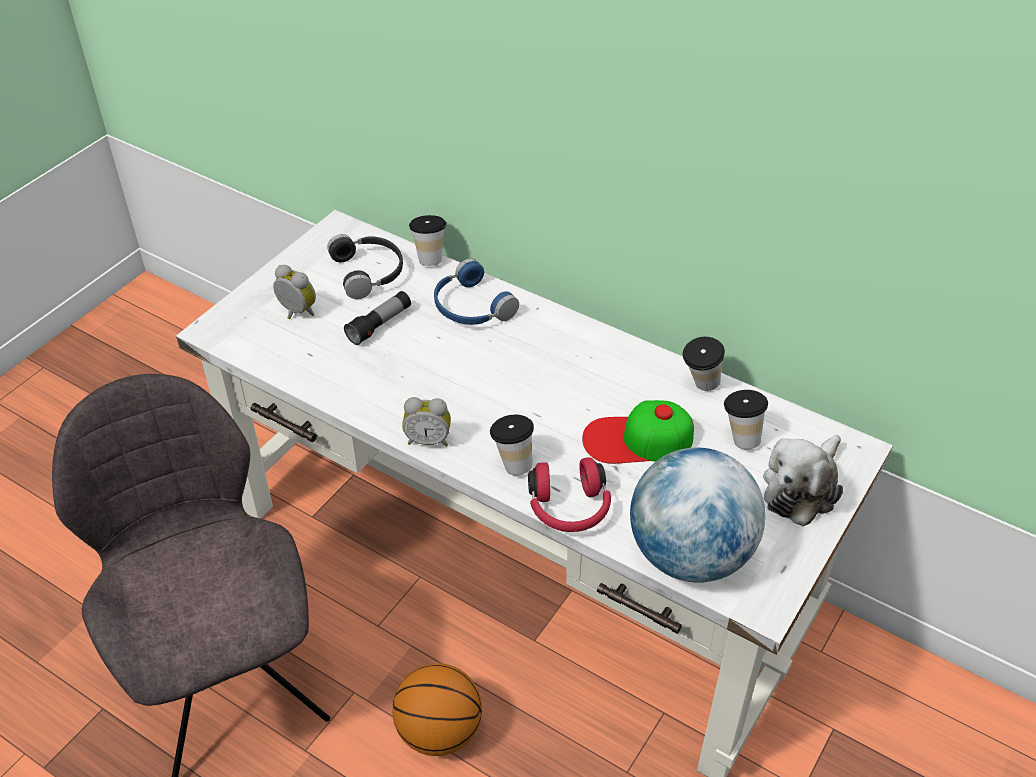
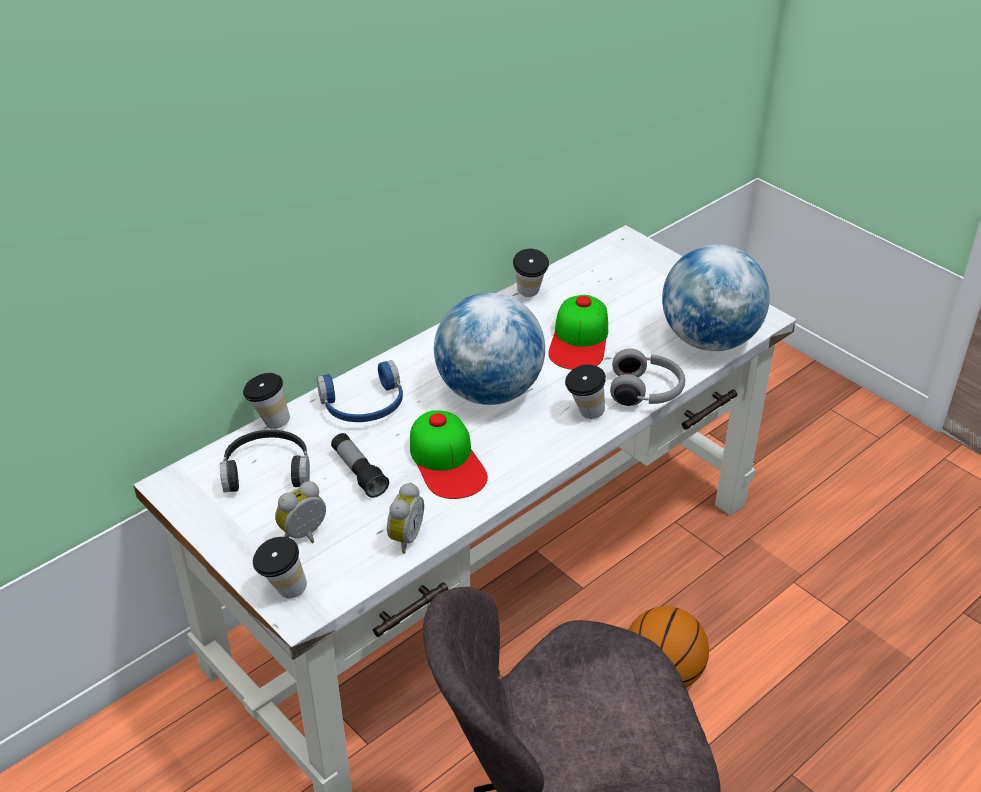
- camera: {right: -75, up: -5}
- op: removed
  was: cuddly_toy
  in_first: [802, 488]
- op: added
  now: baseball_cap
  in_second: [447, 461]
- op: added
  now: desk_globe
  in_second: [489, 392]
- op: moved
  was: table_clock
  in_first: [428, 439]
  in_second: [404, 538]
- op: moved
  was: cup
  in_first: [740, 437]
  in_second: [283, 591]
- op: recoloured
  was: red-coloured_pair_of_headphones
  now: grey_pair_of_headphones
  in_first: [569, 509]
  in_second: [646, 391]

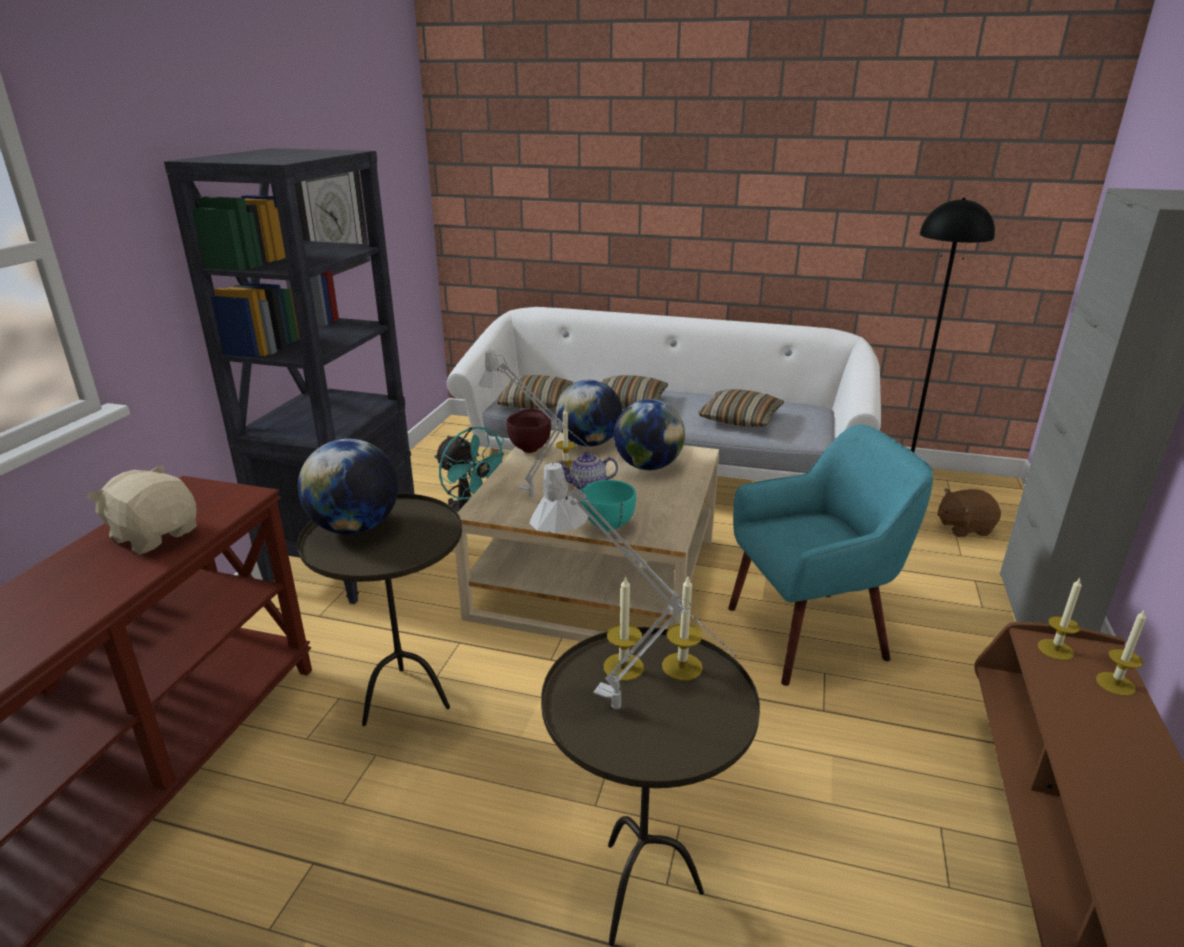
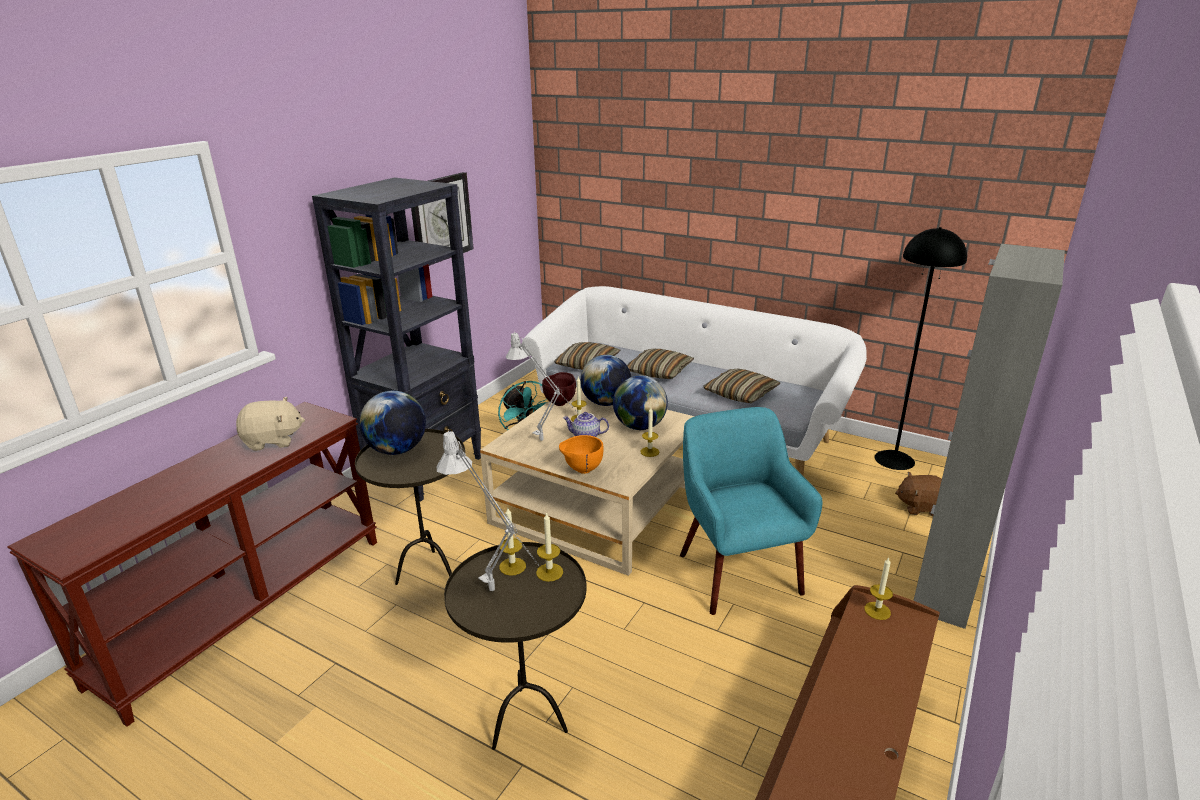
- camera: {right: 15, up: 0}
- op: moved
  was: wax_candle
  in_first: [1115, 684]
  in_second: [649, 452]
- op: recoloured
  was: turquoise_serving_bowl
  now: orange_serving_bowl
  in_first: [605, 527]
  in_second: [581, 470]
- op: turned
  was: sand-coloured_cuddly_toy
  in_first: [155, 535]
  in_second: [273, 441]
  clockwise: 120
- op: turned
  was: turquoise_easy_chair
  in_first: [809, 633]
  in_second: [737, 573]
  clockwise: -105

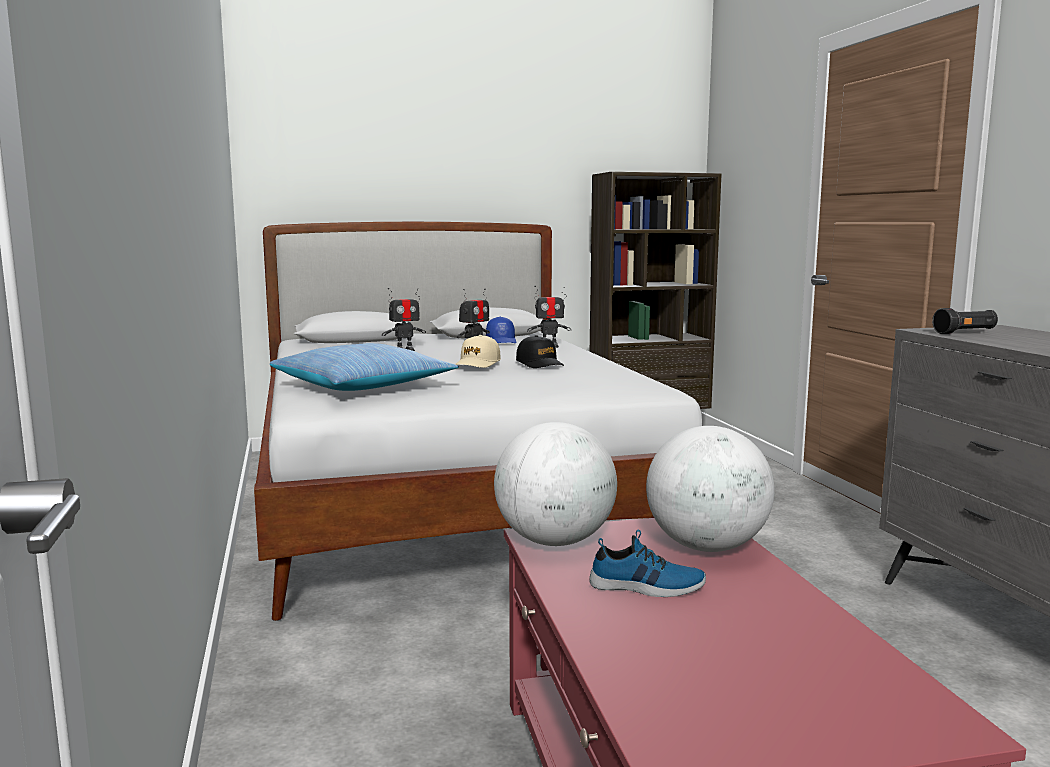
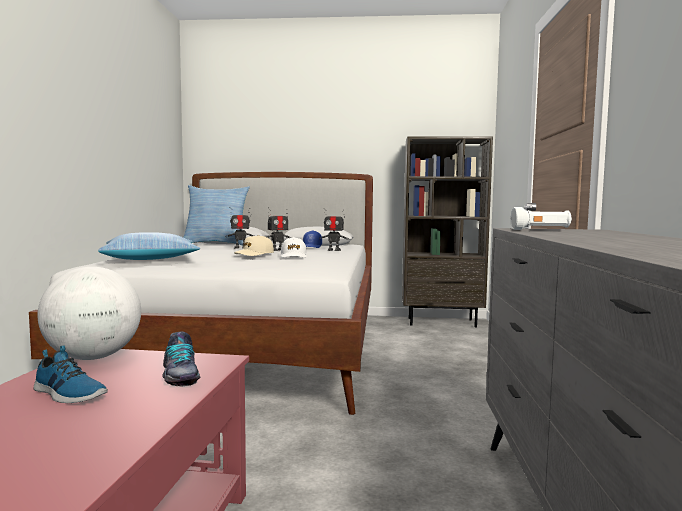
- camera: {right: 20, up: -5}
- op: added
  now: cushion
  in_second: [216, 244]
- op: replaced
  was: desk_globe
  now: low_shoe
  in_first: [706, 547]
  in_second: [179, 375]
- op: recoloured
  was: black_baseball_cap
  now: white-coloured_baseball_cap
  in_first: [539, 364]
  in_second: [293, 256]
- op: recoloured
  was: black_flashlight
  now: white-coloured_flashlight
  in_first: [965, 332]
  in_second: [540, 230]

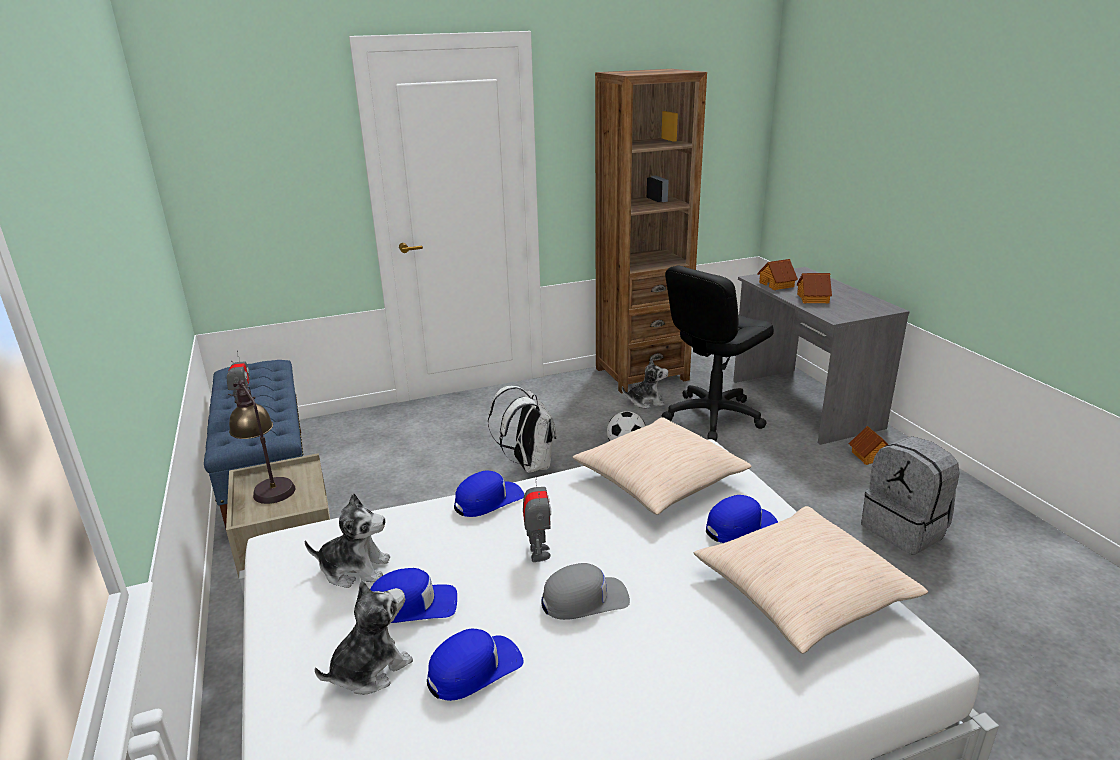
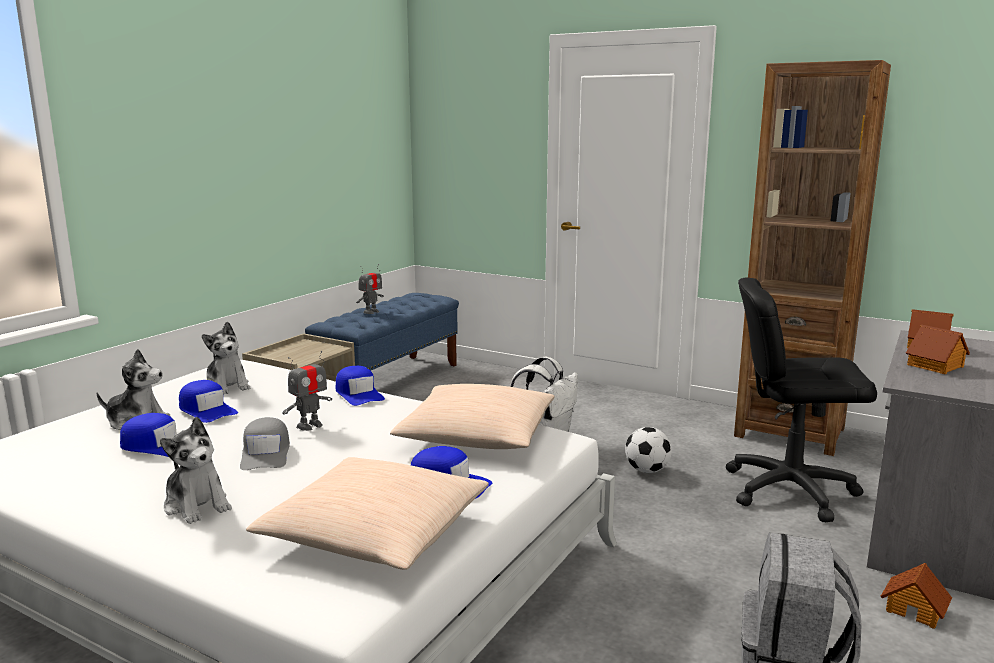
- camera: {right: 50, up: -10}
- op: removed
  was: lamp_for_a_table
  in_first: [268, 485]
- op: moved
  was: cuddly_toy
  in_first: [645, 402]
  in_second: [197, 505]
- op: turned
  was: bluish_baseball_cap
  in_first: [488, 500]
  in_second: [358, 394]
  clockwise: 45
- op: turned
  was: grey_baseball_cap
  in_first: [585, 599]
  in_second: [266, 454]
  clockwise: 45

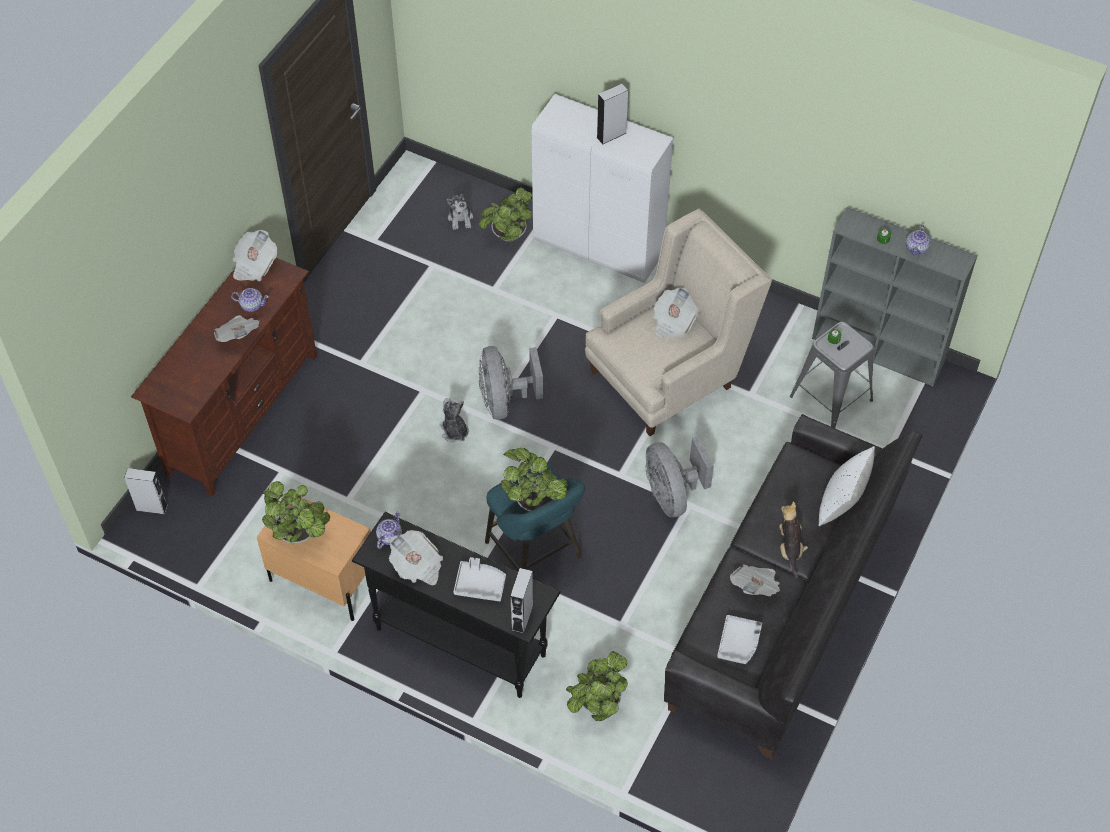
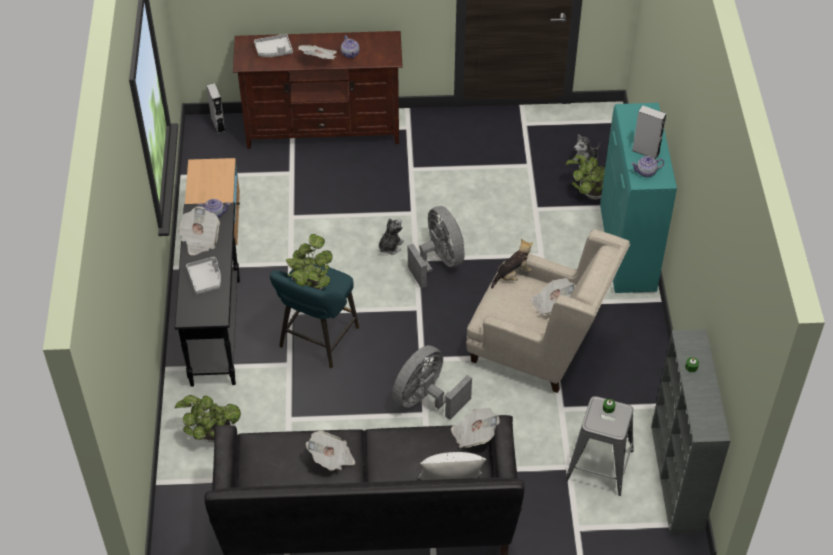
- camera: {right: 60, up: -5}
- op: removed
  was: potted_plant
  in_first: [300, 535]
- op: removed
  was: grey_speaker
  in_first: [522, 617]
- op: moved
  was: printed_paper
  in_first: [254, 265]
  in_second: [474, 434]
- op: moved
  was: grey_tray
  in_first: [739, 643]
  in_second: [274, 50]
- op: moved
  was: cuddly_toy
  in_first: [790, 548]
  in_second: [512, 275]
- op: moved
  was: tea_pot
  in_first: [916, 248]
  in_second: [646, 172]
- op: recoloured
  was: white-coloured_cupboard
  now: turquoise_cupboard
  in_first: [599, 248]
  in_second: [627, 251]
- op: turned
  was: grey_fan
  in_first: [504, 400]
  in_second: [439, 261]
  clockwise: 105

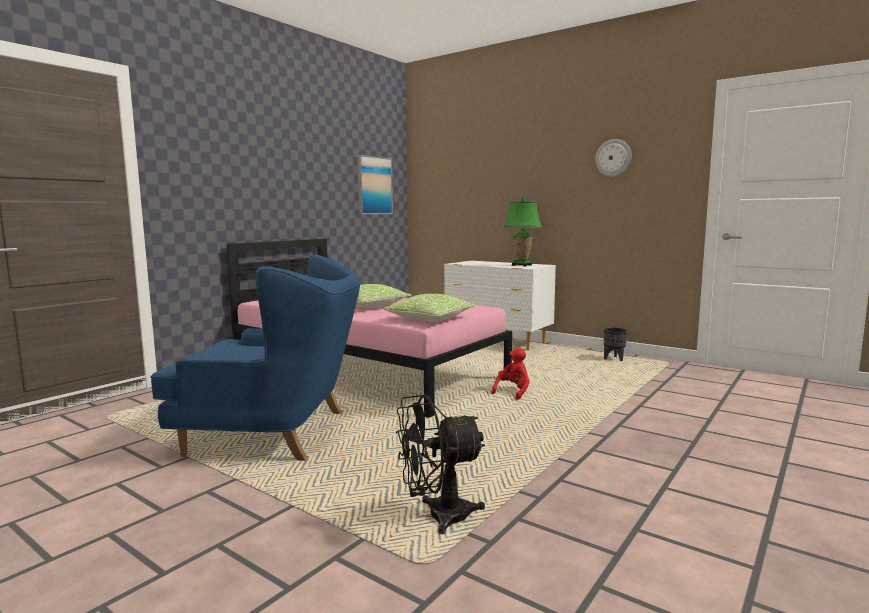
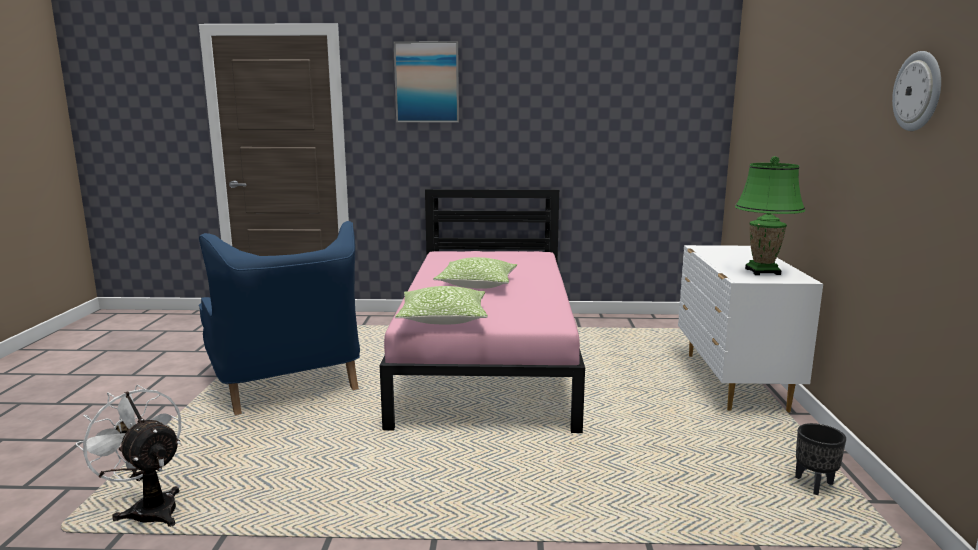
- camera: {right: 55, up: 5}
- op: removed
  was: red-coloured_cuddly_toy
  in_first: [513, 392]
- op: moved
  was: wall_art
  in_first: [374, 185]
  in_second: [427, 82]
- op: recoloured
  was: black_fan
  now: white-coloured_fan
  in_first: [437, 517]
  in_second: [149, 508]

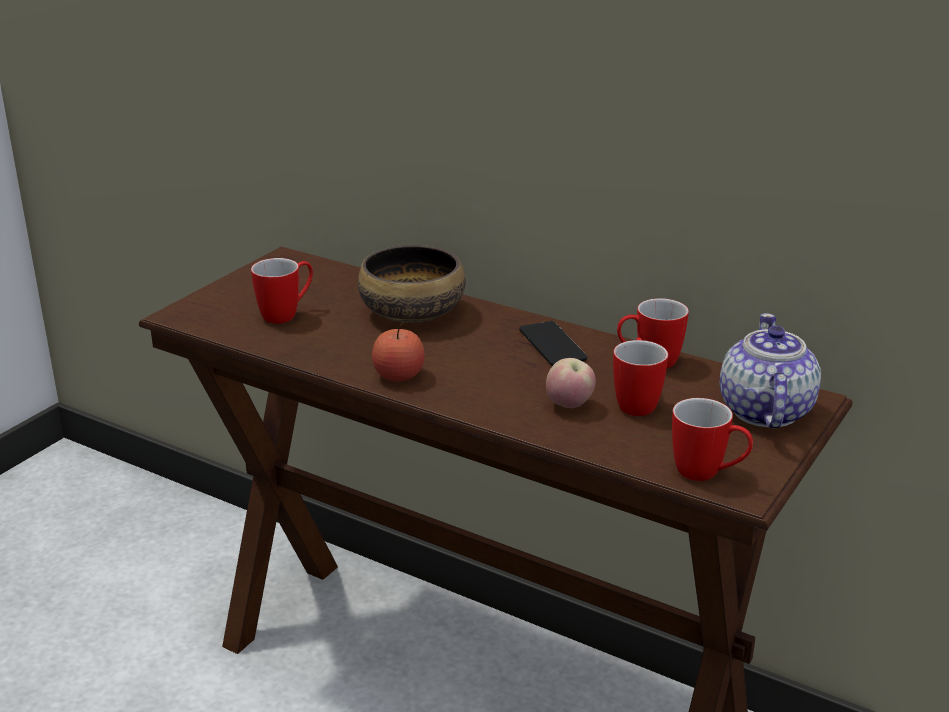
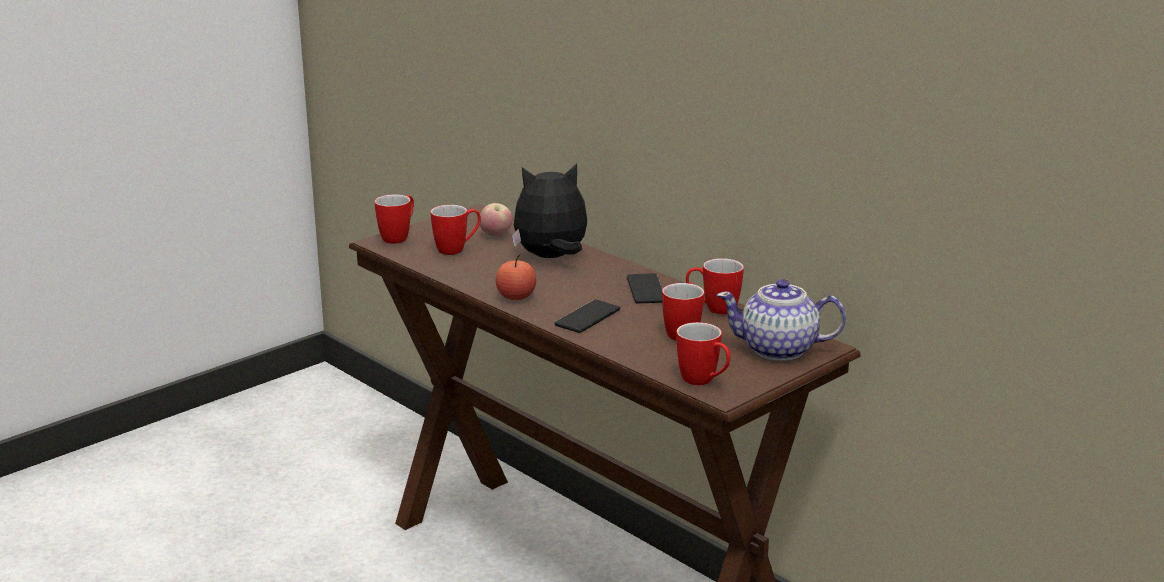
- camera: {right: 15, up: -5}
- op: added
  now: mug
  in_second: [399, 237]
- op: added
  now: handset
  in_second: [587, 317]
- op: moved
  was: apple_fruit
  in_first: [569, 405]
  in_second: [496, 236]
- op: replaced
  was: serving_bowl
  now: cuddly_toy
  in_first: [411, 313]
  in_second: [551, 258]
- op: turned
  was: tea_pot
  in_first: [764, 412]
  in_second: [779, 350]
  clockwise: -105

